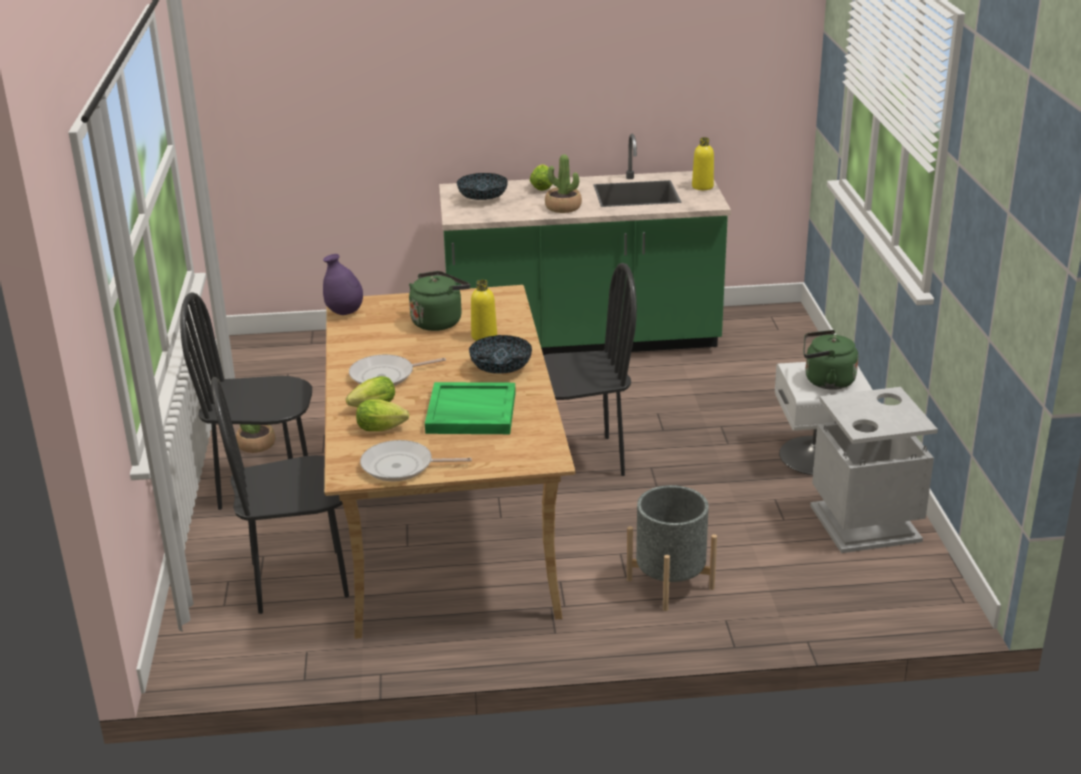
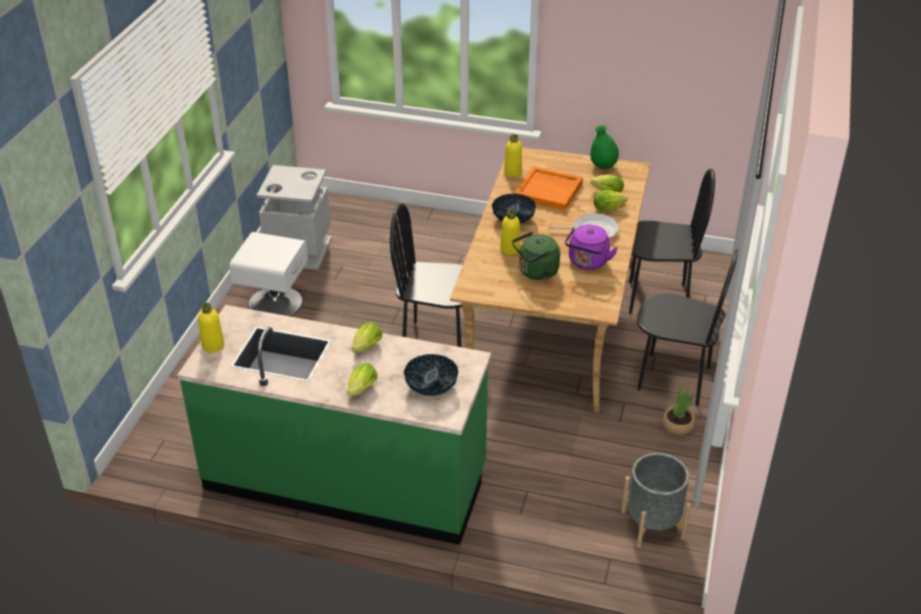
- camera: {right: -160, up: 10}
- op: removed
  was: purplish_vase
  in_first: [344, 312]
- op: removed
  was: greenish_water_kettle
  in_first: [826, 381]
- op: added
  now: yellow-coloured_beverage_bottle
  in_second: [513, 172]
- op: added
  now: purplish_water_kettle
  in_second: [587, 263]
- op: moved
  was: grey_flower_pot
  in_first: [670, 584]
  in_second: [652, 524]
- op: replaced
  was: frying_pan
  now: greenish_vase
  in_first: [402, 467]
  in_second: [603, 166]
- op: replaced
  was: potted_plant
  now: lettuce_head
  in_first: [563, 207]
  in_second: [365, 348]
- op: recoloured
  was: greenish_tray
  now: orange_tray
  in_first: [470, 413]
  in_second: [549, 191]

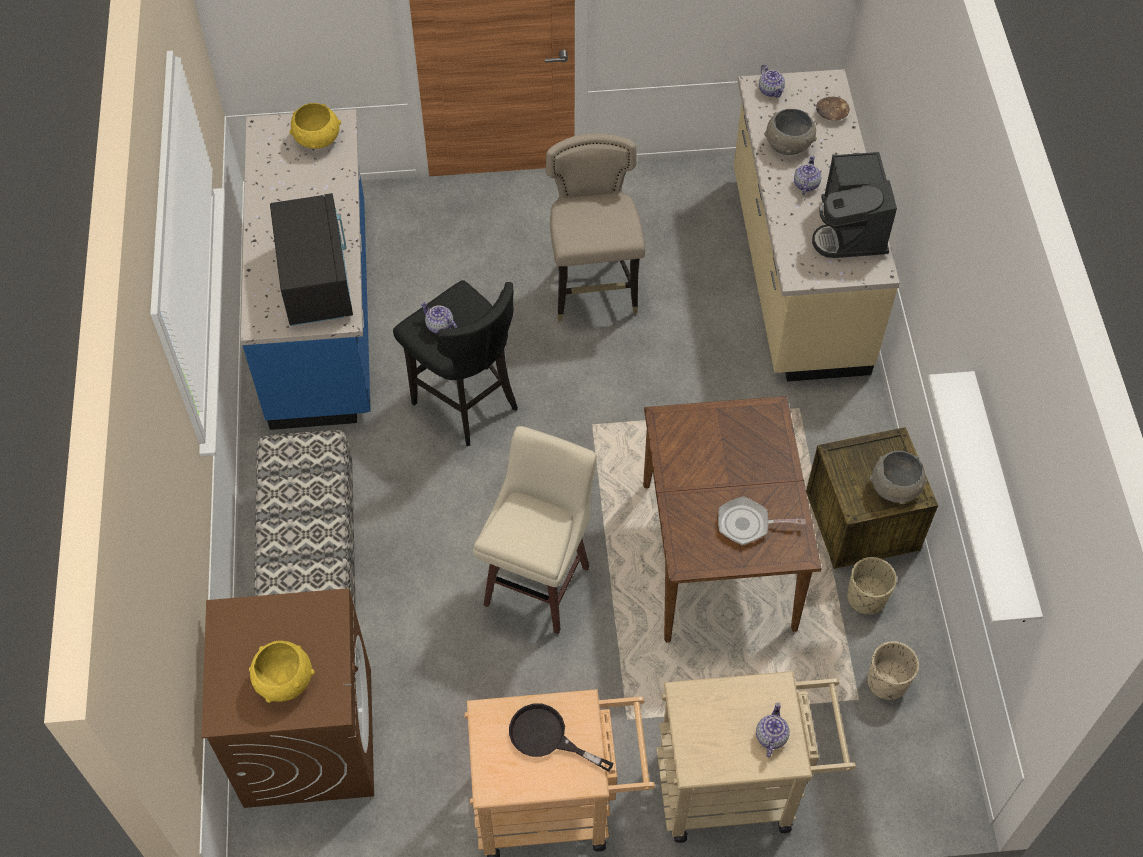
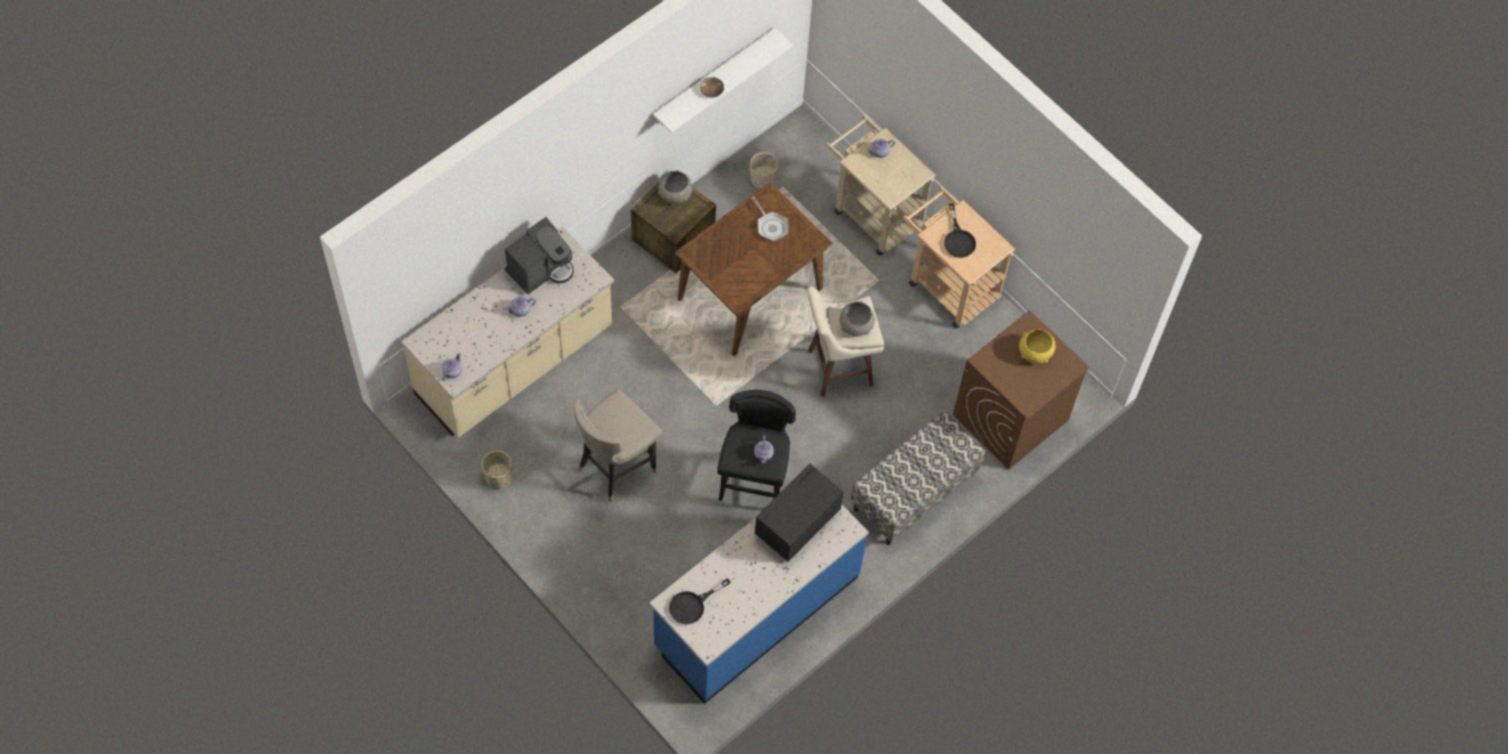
- camera: {right: -130, up: 5}
- op: moved
  was: grey_serving_bowl
  in_first: [788, 145]
  in_second: [856, 325]
- op: moved
  was: brownish_serving_bowl
  in_first: [831, 114]
  in_second: [711, 90]
- op: moved
  was: sand-coloured_flower_pot
  in_first: [866, 598]
  in_second: [498, 477]
- op: replaced
  was: yellow-coloured_serving_bowl
  now: black_frying_pan
  in_first: [317, 140]
  in_second: [692, 605]

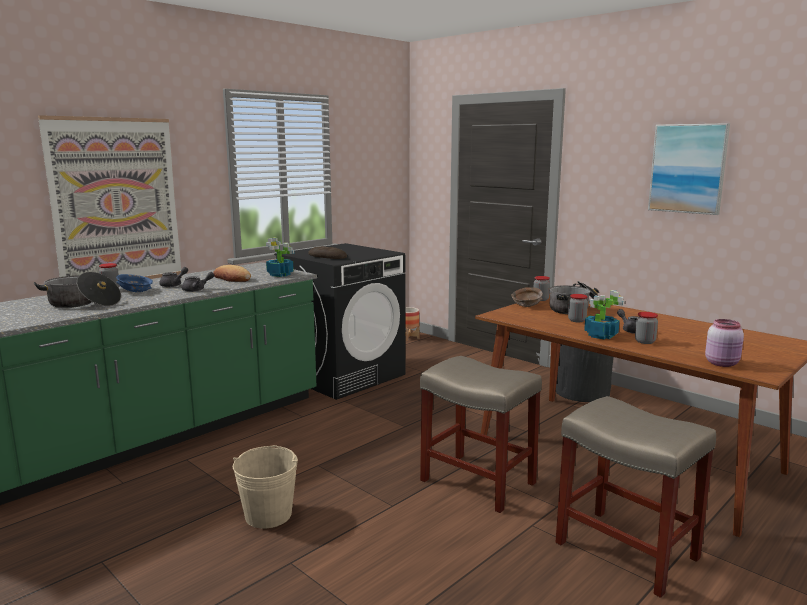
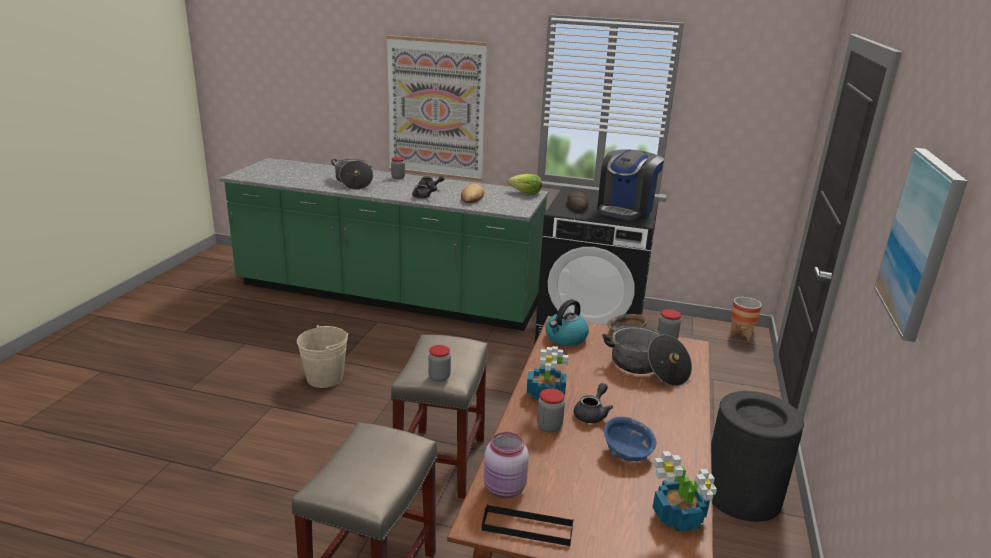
- camera: {right: 60, up: 10}
- op: added
  now: black_tray
  in_second: [527, 528]
- op: added
  now: lettuce_head
  in_second: [526, 193]
- op: added
  now: water_kettle
  in_second: [565, 338]
- op: added
  now: coffee_brewer
  in_second: [625, 210]
- op: moved
  was: bluish_serving_bowl
  in_first: [135, 292]
  in_second: [626, 452]
- op: moved
  was: potted_plant
  in_first: [280, 274]
  in_second: [679, 518]
- op: moved
  was: storage_jar
  in_first: [577, 320]
  in_second: [439, 377]

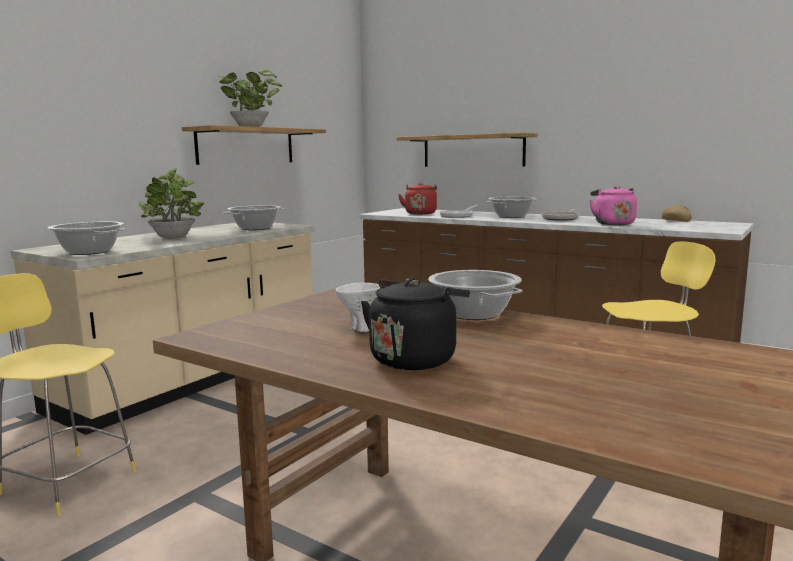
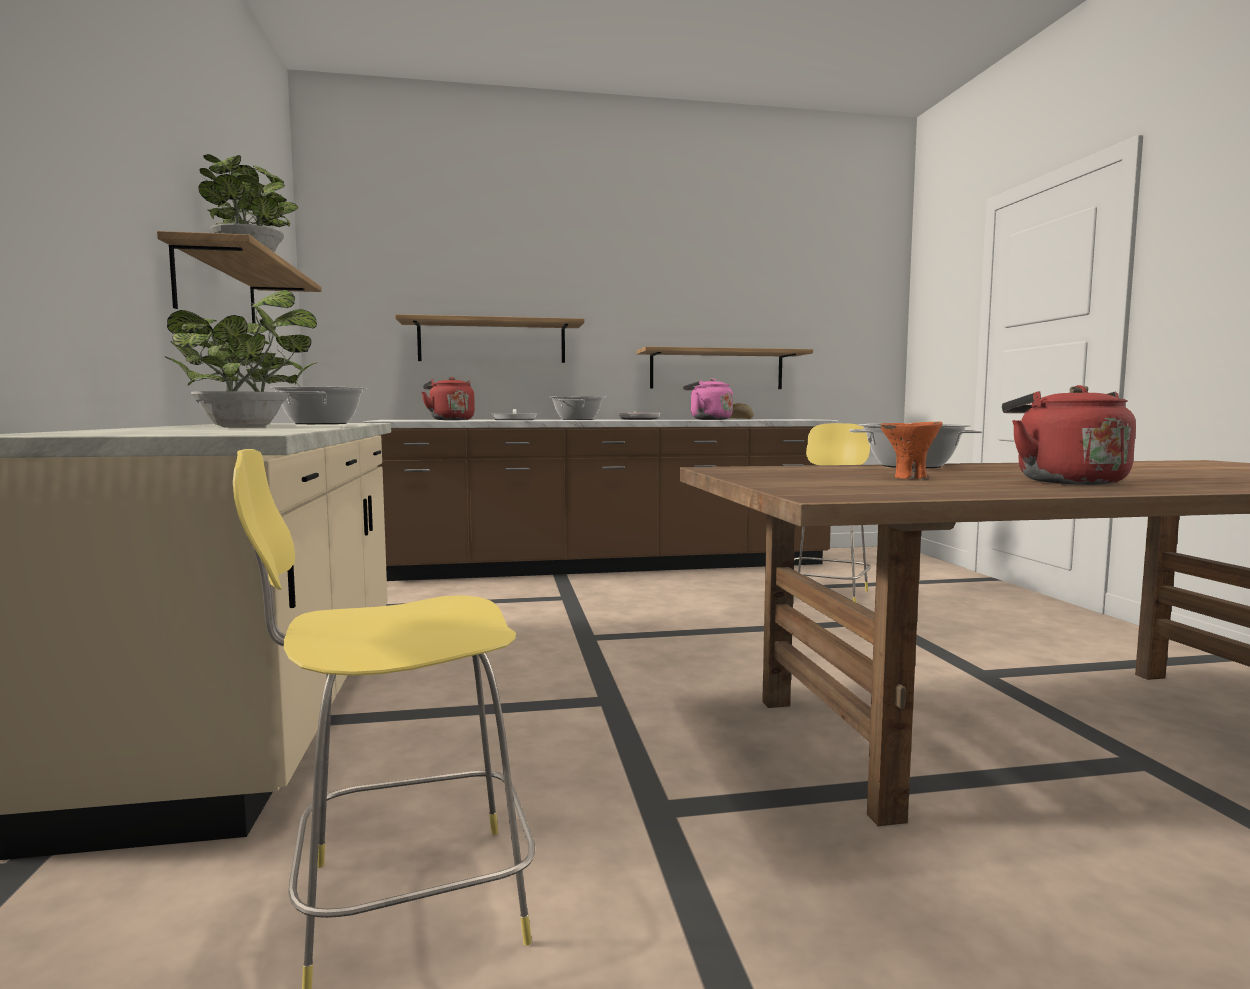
- camera: {right: -45, up: -5}
- op: removed
  was: cooking_pot
  in_first: [90, 252]
- op: added
  now: bracket_shelf
  in_second: [716, 370]
- op: recoloured
  was: white-coloured_serving_bowl
  now: orange_serving_bowl
  in_first: [361, 328]
  in_second: [909, 477]
- op: recoloured
  was: black_water_kettle
  now: red-coloured_water_kettle
  in_first: [415, 358]
  in_second: [1064, 481]

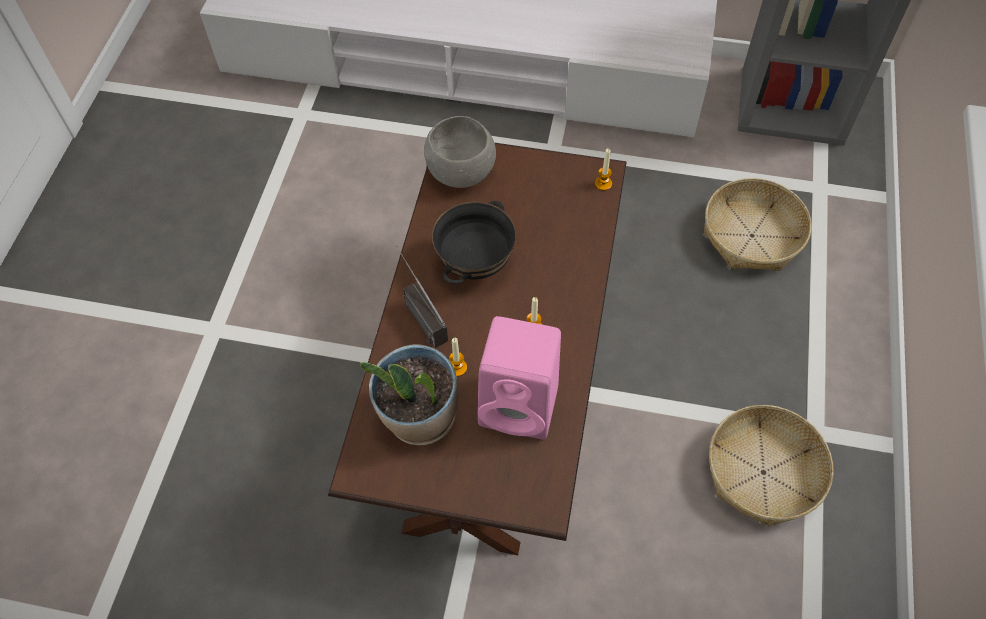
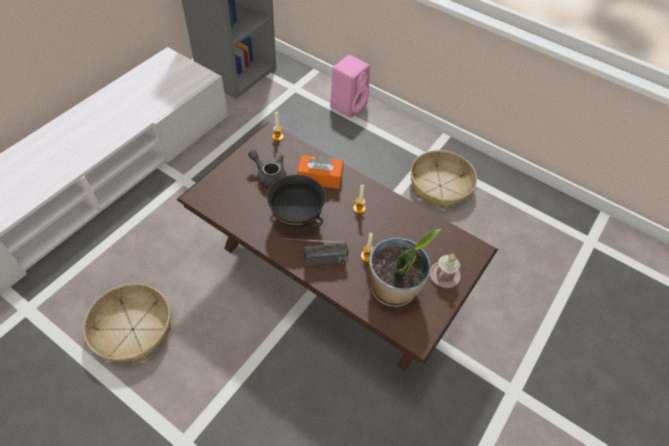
- camera: {right: -70, up: -5}
- op: removed
  was: grey_serving_bowl
  in_first: [460, 172]
- op: added
  now: grey_tea_pot
  in_second: [269, 176]
- op: added
  now: orange_box_of_tissues
  in_second: [320, 178]
- op: added
  now: pinkish_mug
  in_second: [444, 275]
- op: moved
  was: pinkish_speaker
  in_first: [521, 405]
  in_second: [349, 105]
- op: moved
  was: household_basket
  in_first: [752, 235]
  in_second: [132, 329]

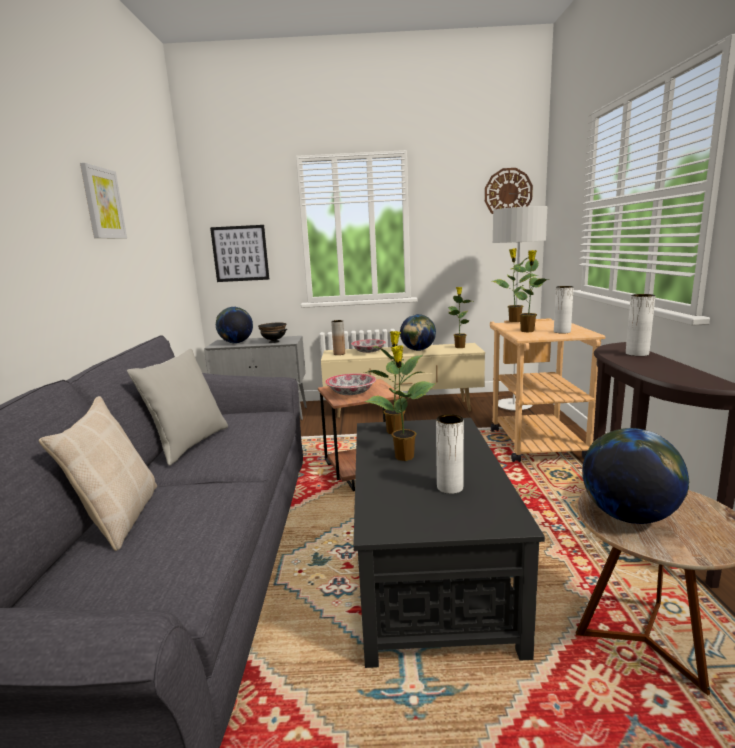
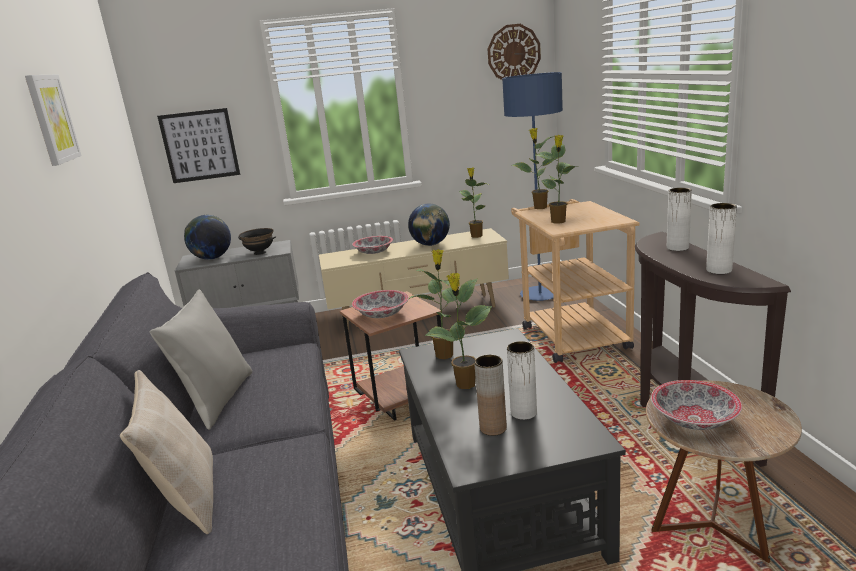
- camera: {right: -10, up: 5}
- op: moved
  was: brownish_vase
  in_first: [339, 354]
  in_second: [493, 428]
- op: moved
  was: white-coloured_vase
  in_first: [562, 332]
  in_second: [719, 270]
- op: replaced
  was: desk_globe
  now: serving_bowl
  in_first: [628, 517]
  in_second: [693, 419]
- op: recoloured
  was: grey_standing_lamp
  now: bluish_standing_lamp
  in_first: [513, 406]
  in_second: [540, 295]

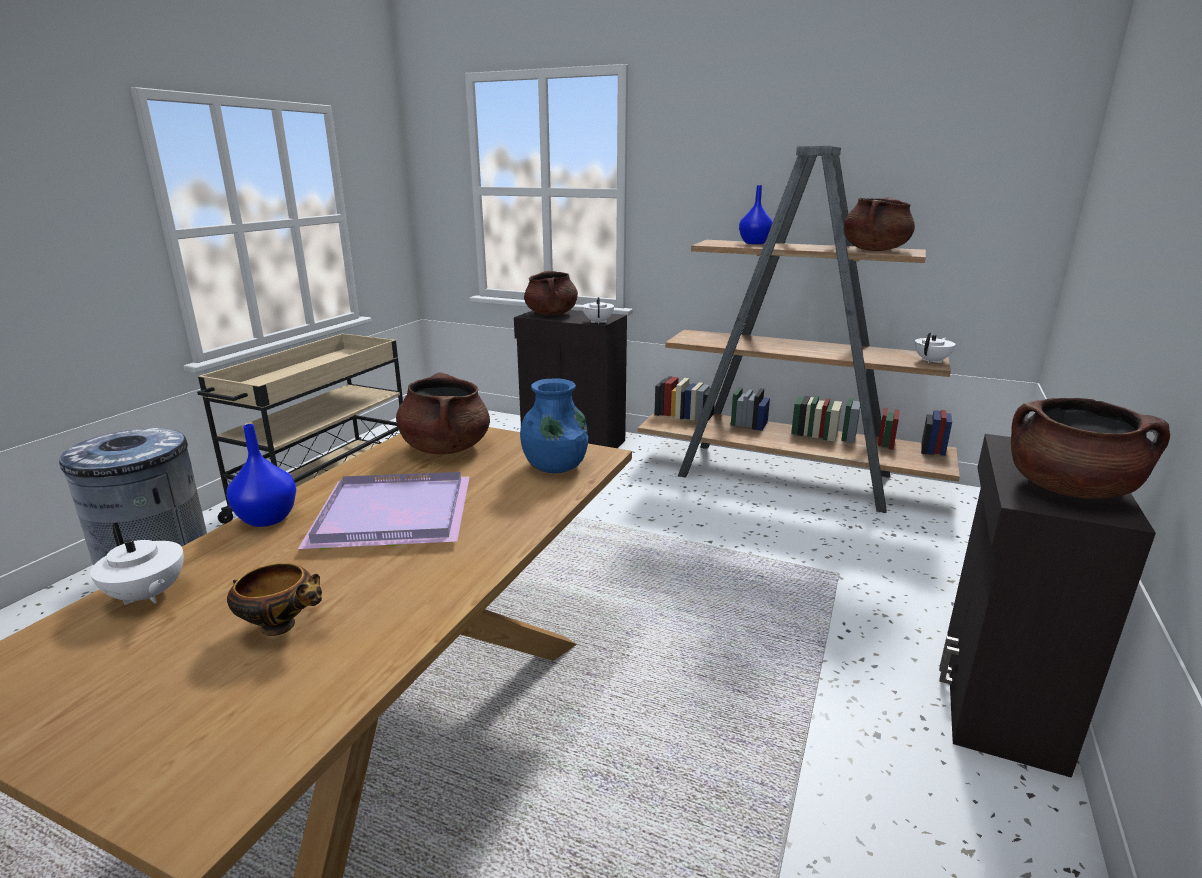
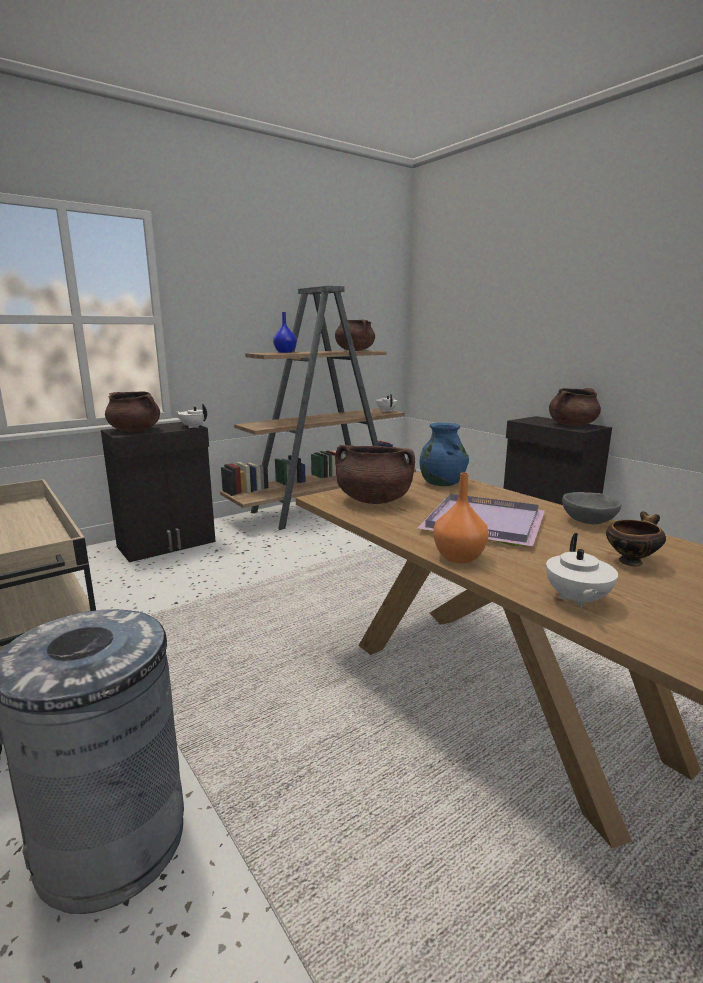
- camera: {right: -60, up: -5}
- op: added
  now: grey_serving_bowl
  in_second: [588, 522]
- op: recoloured
  was: bluish_vase
  now: orange_vase
  in_first: [268, 518]
  in_second: [458, 557]
- op: turned
  was: white-coloured_tea_pot
  in_first: [147, 596]
  in_second: [576, 600]
  clockwise: 120

